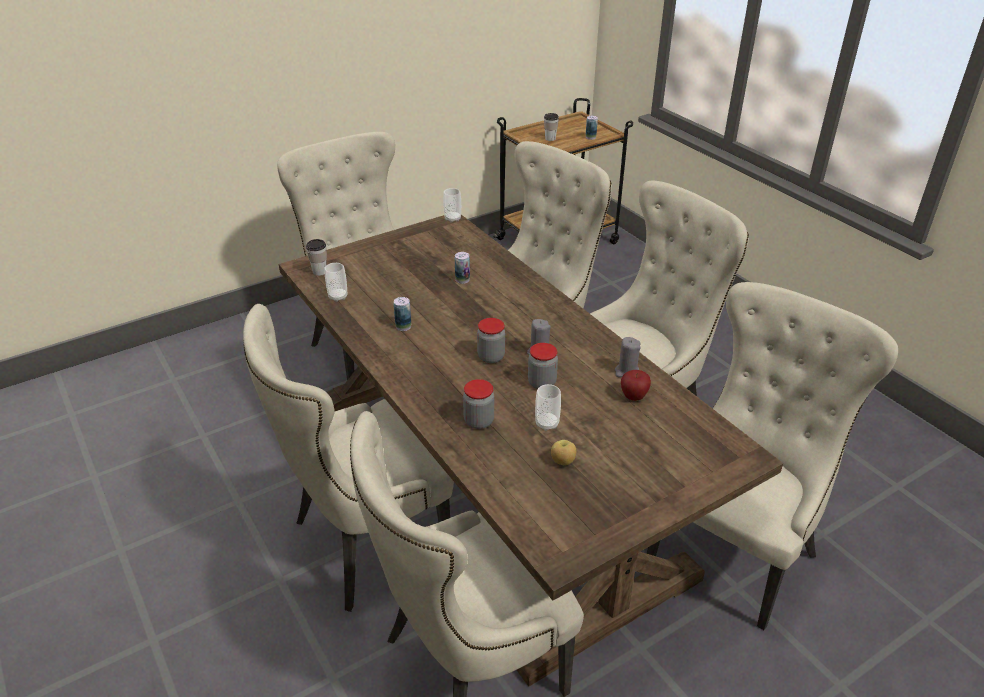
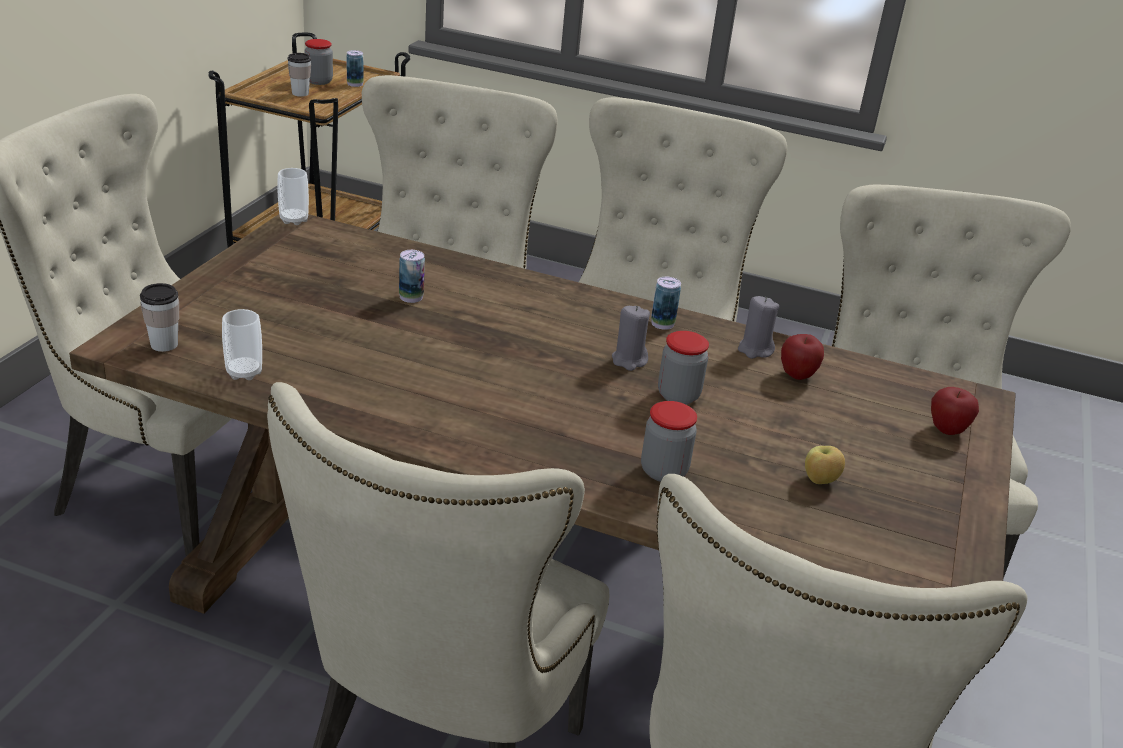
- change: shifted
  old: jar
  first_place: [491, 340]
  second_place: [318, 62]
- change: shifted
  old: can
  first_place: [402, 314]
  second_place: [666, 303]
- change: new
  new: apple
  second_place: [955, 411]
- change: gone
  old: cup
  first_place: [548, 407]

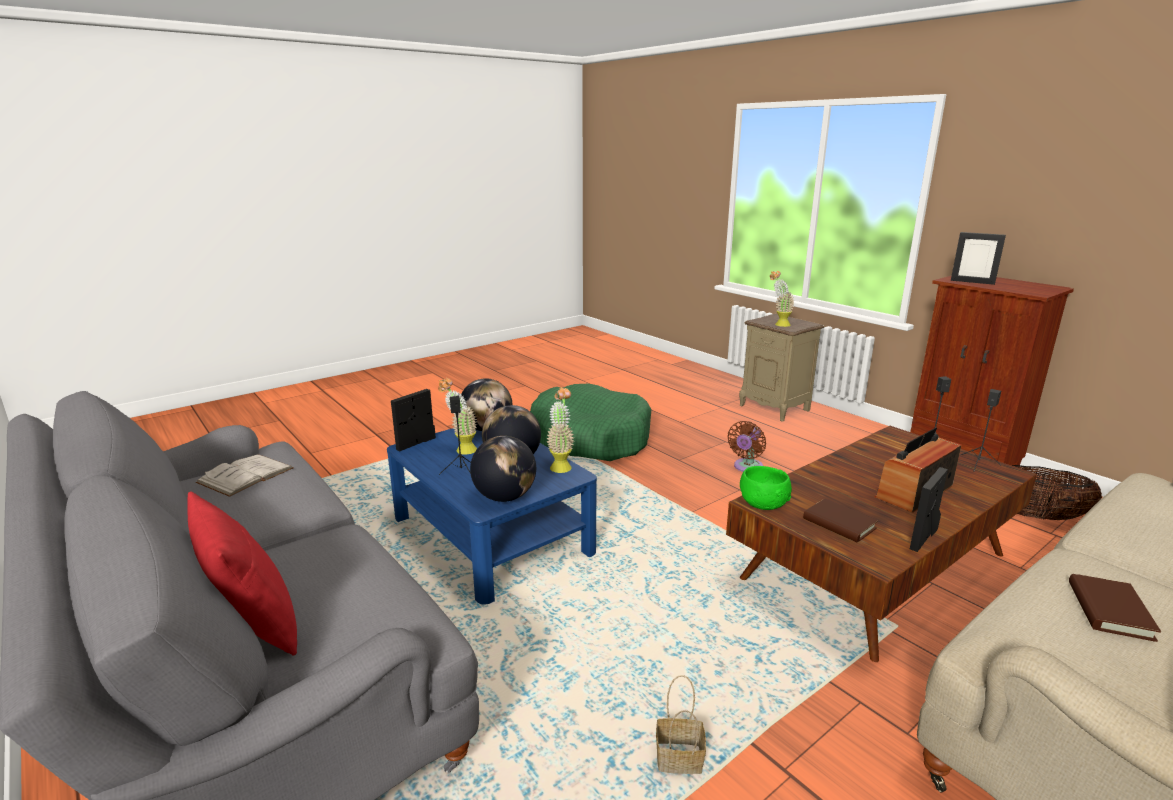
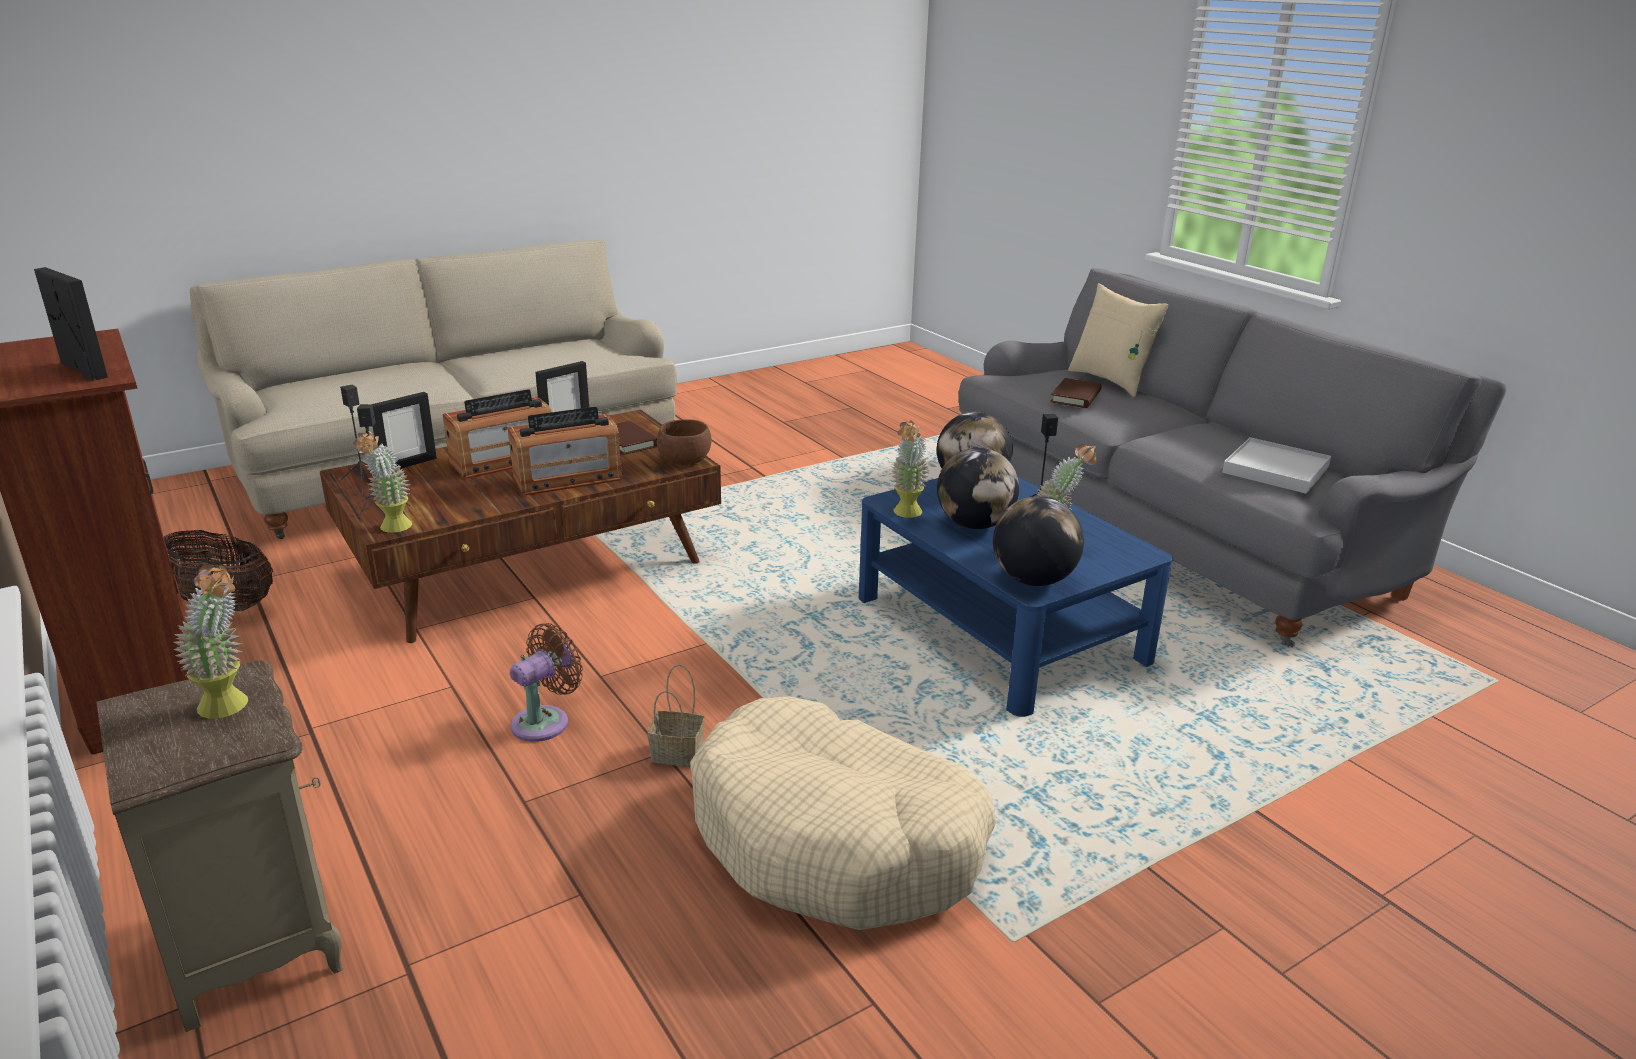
- change: new
  new: potted plant
  second_place: [382, 482]
- change: shifted
  old: picture frame
  first_place: [413, 420]
  second_place: [404, 430]
- change: new
  new: radio
  second_place: [565, 451]
- change: shifted
  old: basket
  first_place: [681, 724]
  second_place: [676, 715]
- change: repainted
  old: bowl (green)
  new: bowl (brown)
  first_place: [766, 488]
  second_place: [684, 442]
- change: repainted
  old: dog bed (green)
  new: dog bed (beige)
  first_place: [591, 422]
  second_place: [843, 813]
- change: shifted
  old: book (brown)
  first_place: [1115, 608]
  second_place: [1075, 393]
- change: repainted
  old: pillow (red)
  new: pillow (beige)
  first_place: [242, 573]
  second_place: [1118, 340]
- change: swapped
  old: book (white)
  new: tray (white)
  first_place: [245, 475]
  second_place: [1276, 465]

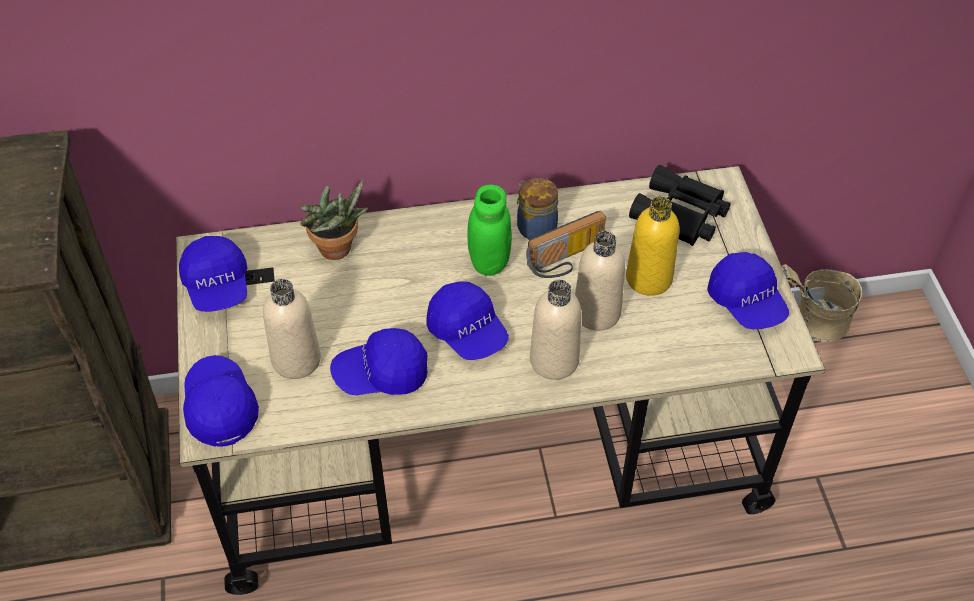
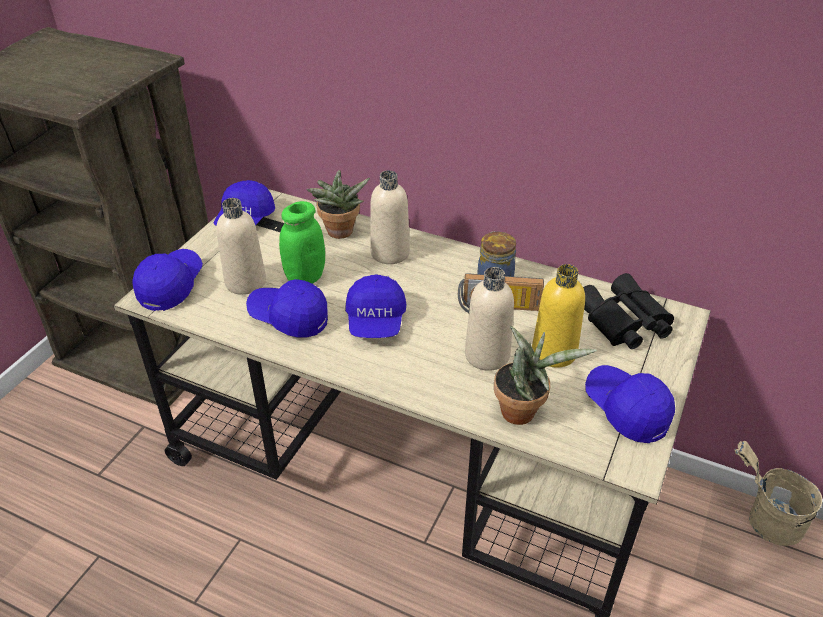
- change: shifted
  old: jar (green)
  first_place: [489, 230]
  second_place: [302, 242]
- change: shifted
  old: bottle (beige)
  first_place: [555, 330]
  second_place: [390, 217]
- change: new
  new: potted plant
  second_place: [545, 375]
- change: rotated
  old: cap (blue)
  first_place: [748, 290]
  second_place: [630, 404]
  degrees: 135

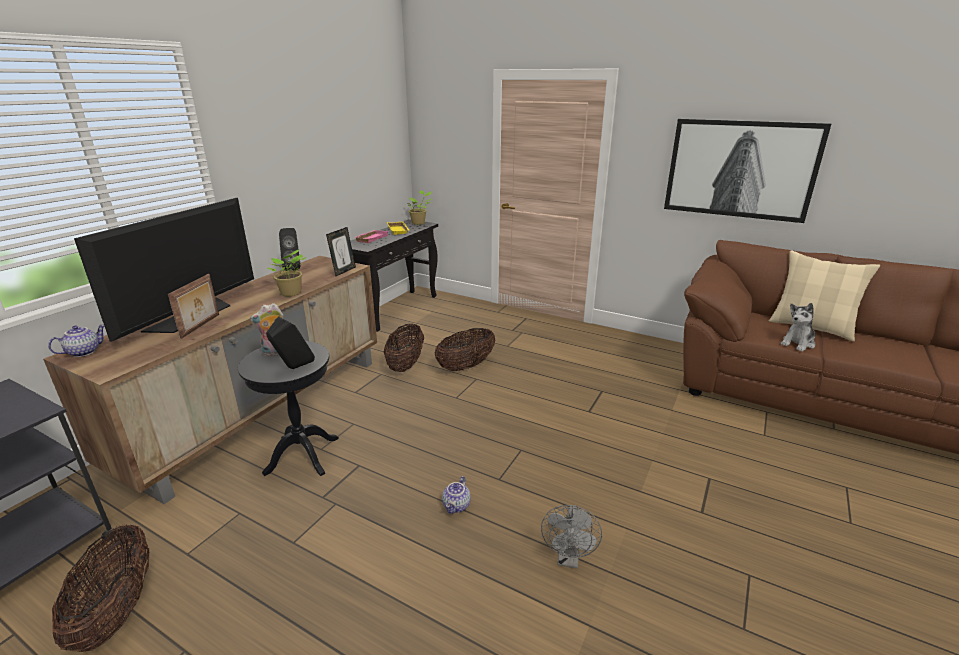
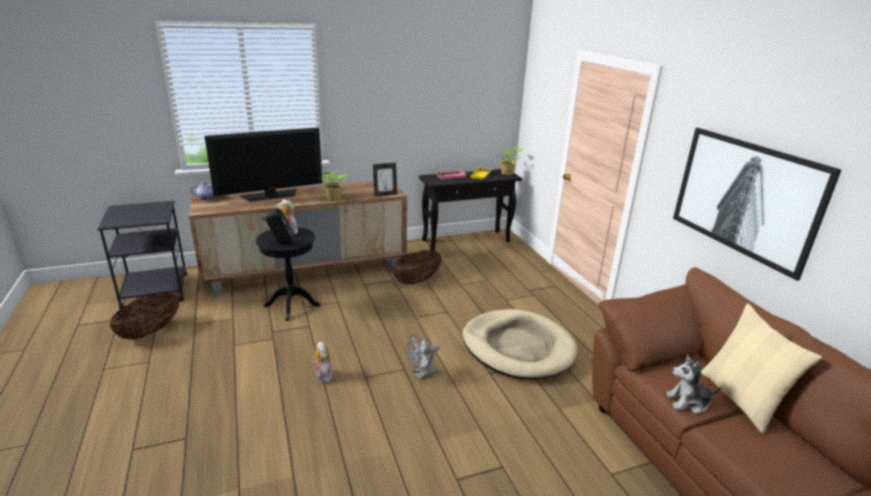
- change: swapped
  old: teapot
  new: plush toy
  first_place: [456, 495]
  second_place: [322, 362]
- change: shifted
  old: fan (grey)
  first_place: [571, 537]
  second_place: [422, 356]
- change: new
  new: dog bed (beige)
  second_place: [519, 344]
- change: gone
  old: picture frame
  first_place: [193, 306]
- change: gone
  old: speaker (black)
  first_place: [290, 249]
- change: gone
  old: basket
  first_place: [465, 349]

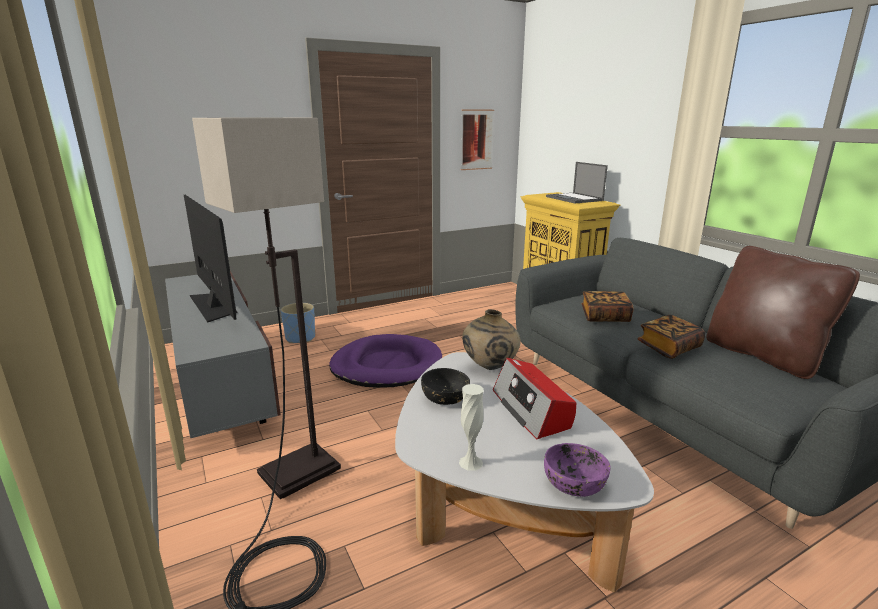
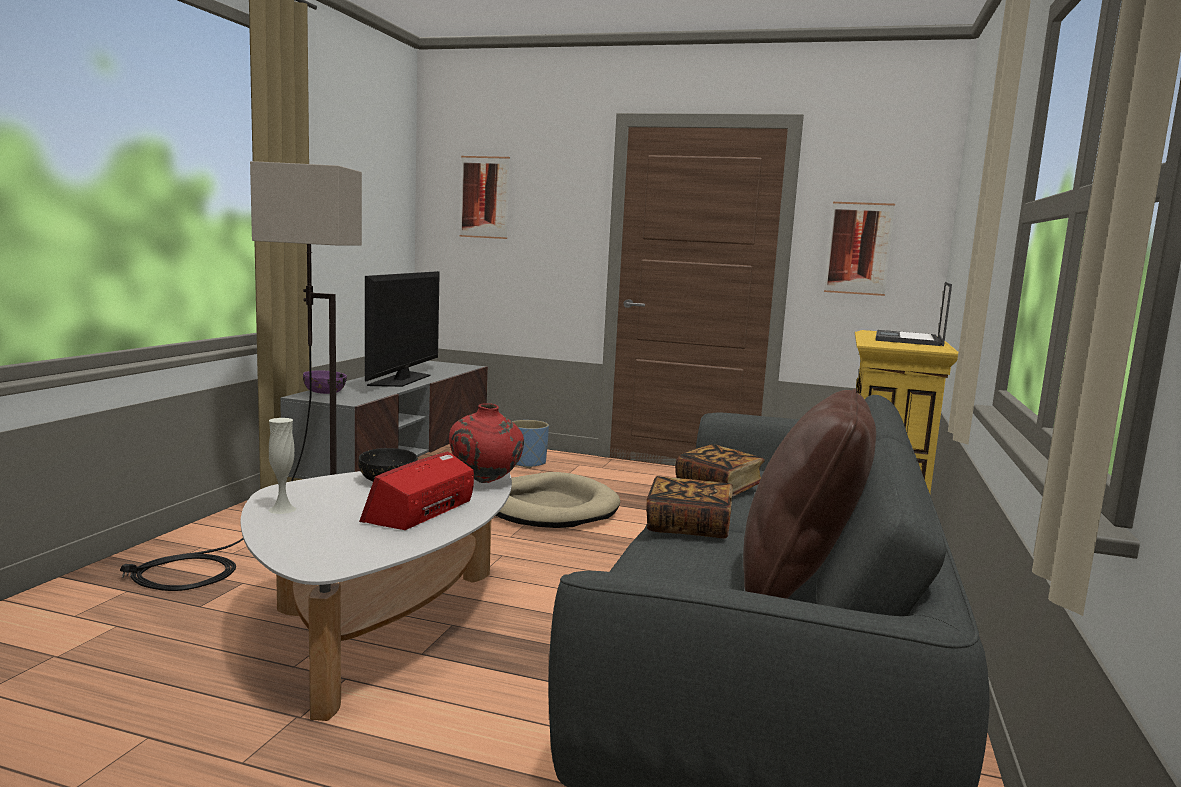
- change: shifted
  old: bowl (purple)
  first_place: [577, 470]
  second_place: [325, 382]
- change: repainted
  old: vase (beige)
  new: vase (red)
  first_place: [491, 339]
  second_place: [486, 443]
- change: new
  new: picture
  second_place: [484, 197]
- change: repainted
  old: dog bed (purple)
  new: dog bed (beige)
  first_place: [385, 361]
  second_place: [557, 500]

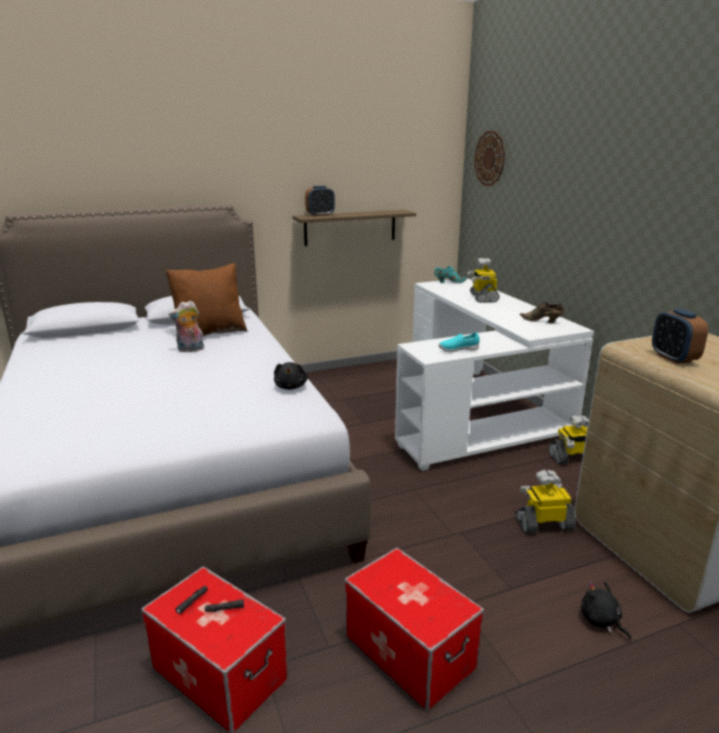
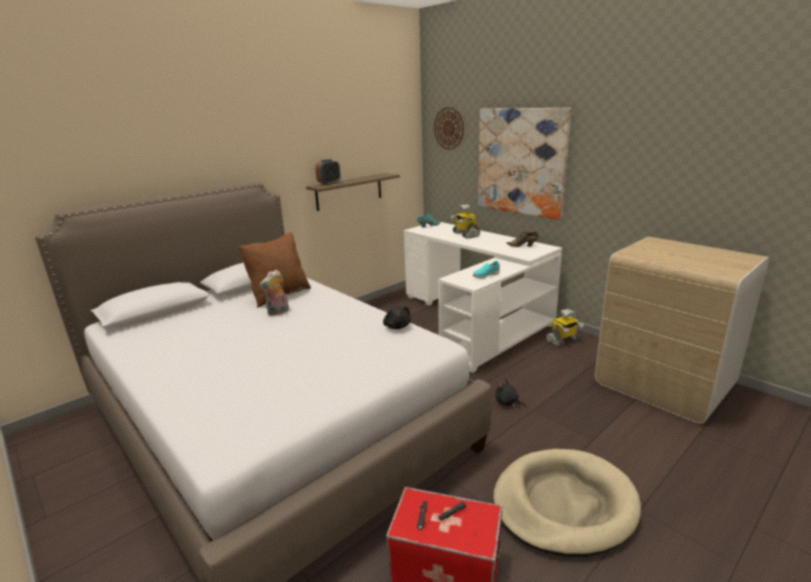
- change: new
  new: picture
  second_place: [524, 164]
- change: swapped
  old: storage box
  new: dog bed (beige)
  first_place: [414, 629]
  second_place: [567, 503]
- change: shifted
  old: plush toy (black)
  first_place: [606, 610]
  second_place: [510, 393]
- change: gone
  old: toy robot
  first_place: [546, 501]
- change: gone
  old: alarm clock
  first_place: [680, 336]

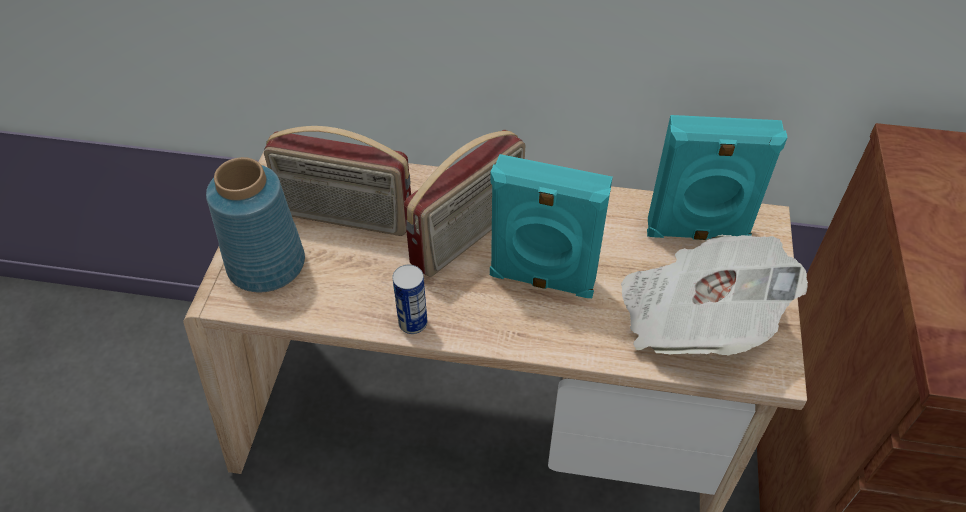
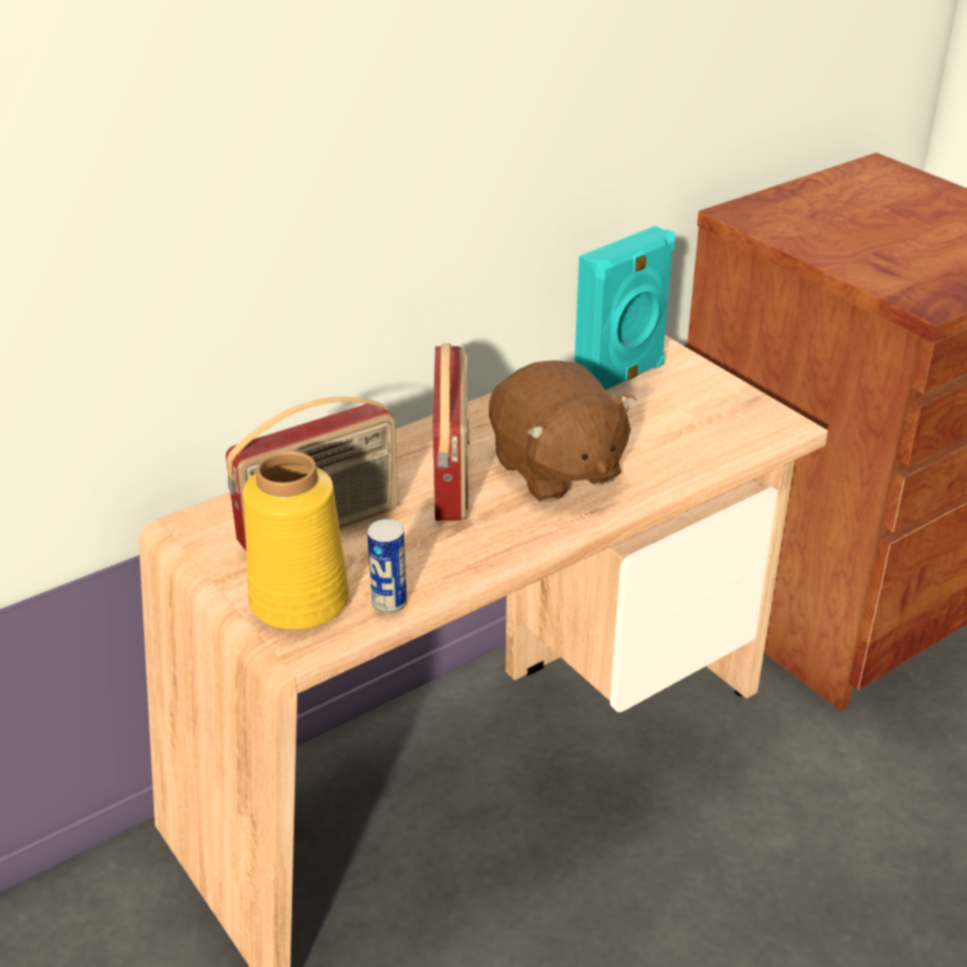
- change: repainted
  old: vase (blue)
  new: vase (yellow)
  first_place: [255, 224]
  second_place: [296, 540]
- change: shifted
  old: can
  first_place: [409, 299]
  second_place: [387, 566]
- change: swapped
  old: speaker (turquoise)
  new: plush toy (brown)
  first_place: [551, 226]
  second_place: [562, 431]
- change: gone
  old: newspaper
  first_place: [714, 295]

